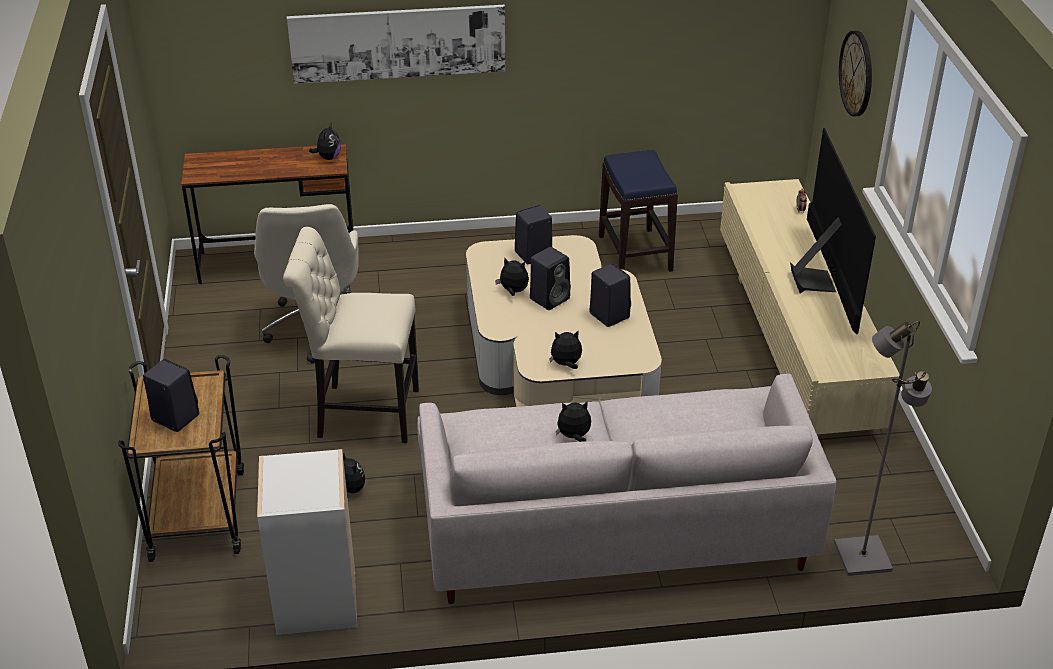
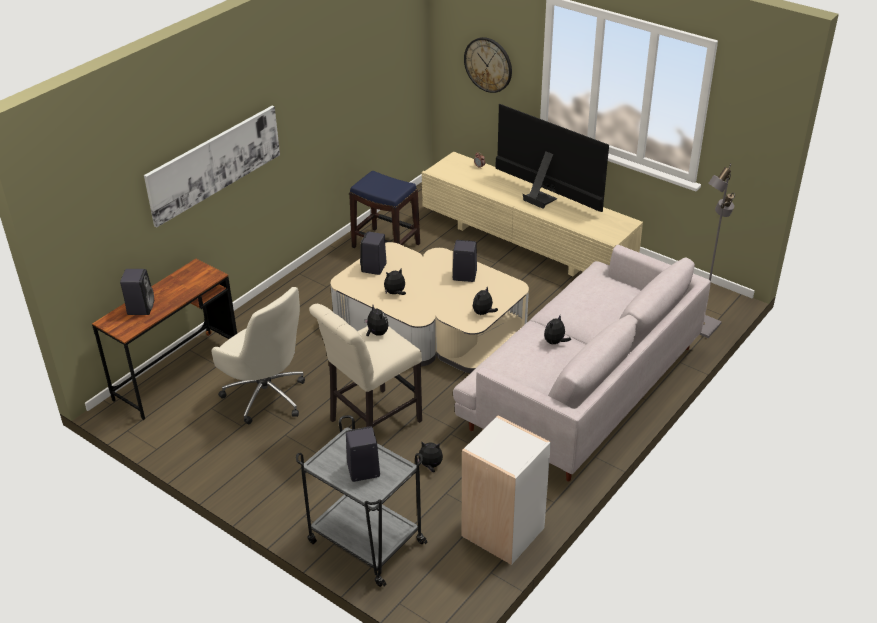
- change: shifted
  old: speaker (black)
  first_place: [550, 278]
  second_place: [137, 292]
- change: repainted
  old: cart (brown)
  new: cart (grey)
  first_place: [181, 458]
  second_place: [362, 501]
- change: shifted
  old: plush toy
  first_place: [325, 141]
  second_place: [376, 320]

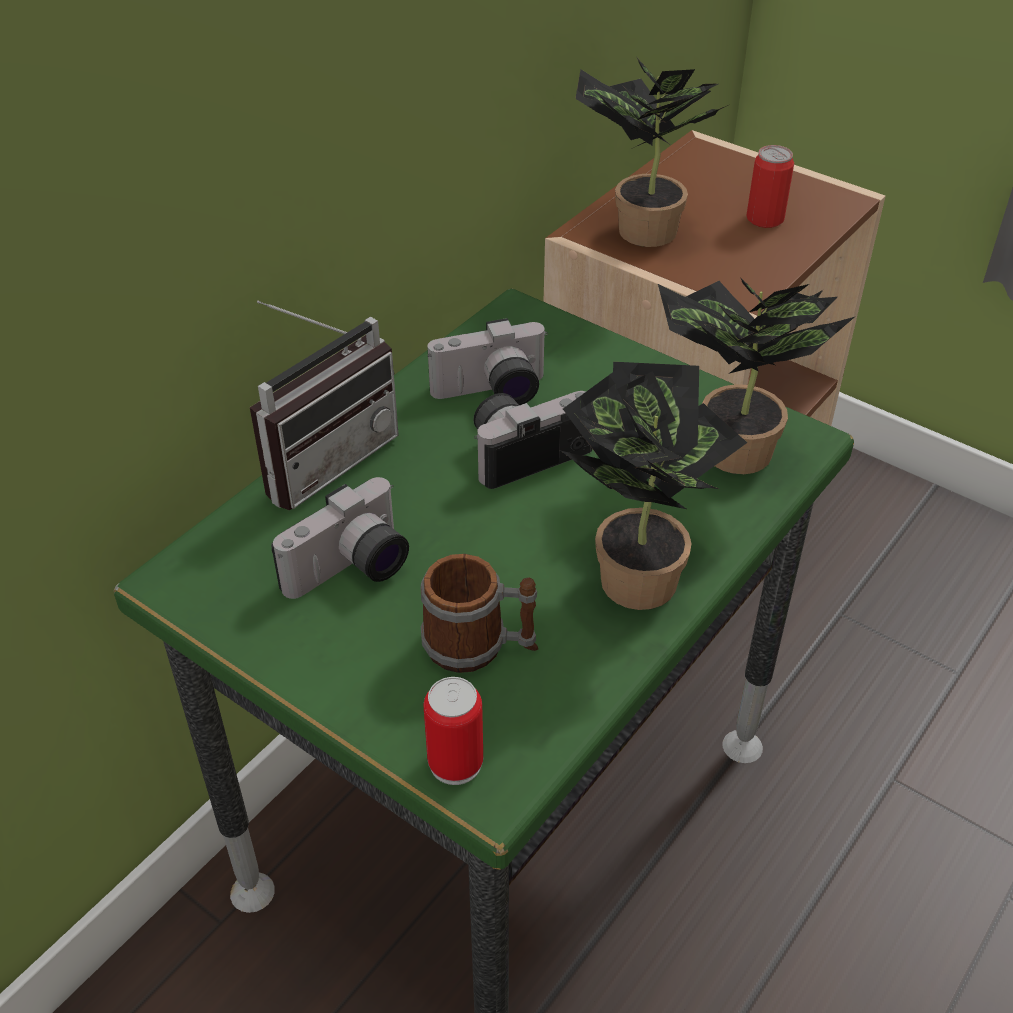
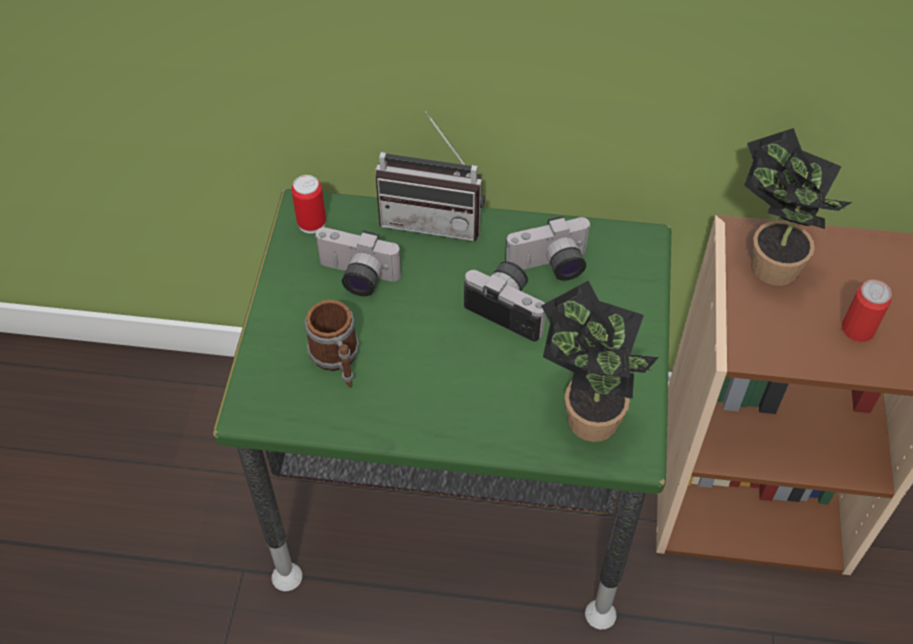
- change: shifted
  old: can
  first_place: [453, 731]
  second_place: [308, 204]
- change: rotated
  old: photo camera
  first_place: [487, 361]
  second_place: [548, 248]
  degrees: -60
- change: gone
  old: potted plant
  first_place: [654, 486]

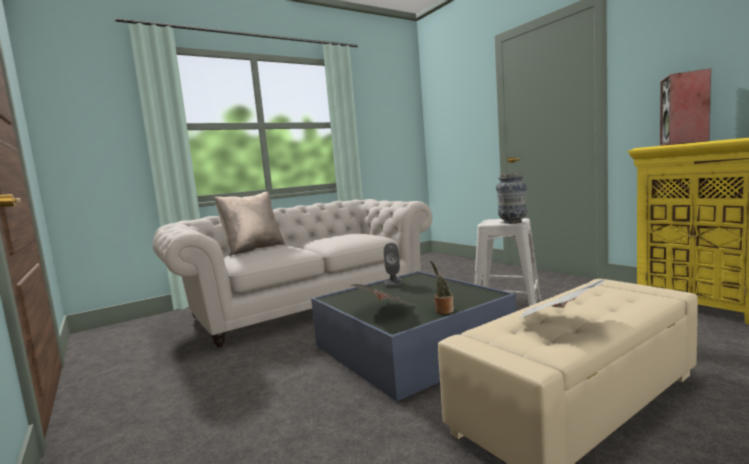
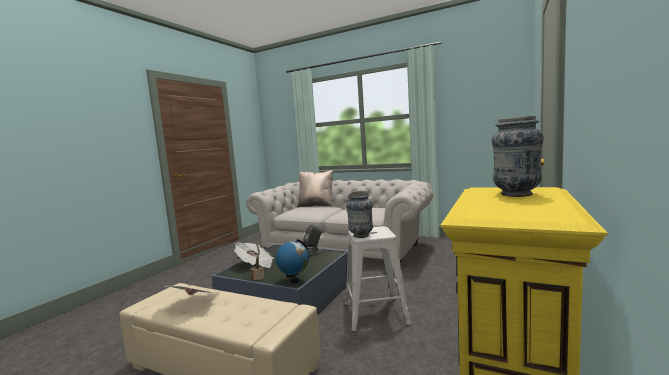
- change: new
  new: globe
  second_place: [292, 261]
- change: swapped
  old: speaker
  new: vase
  first_place: [685, 107]
  second_place: [518, 156]

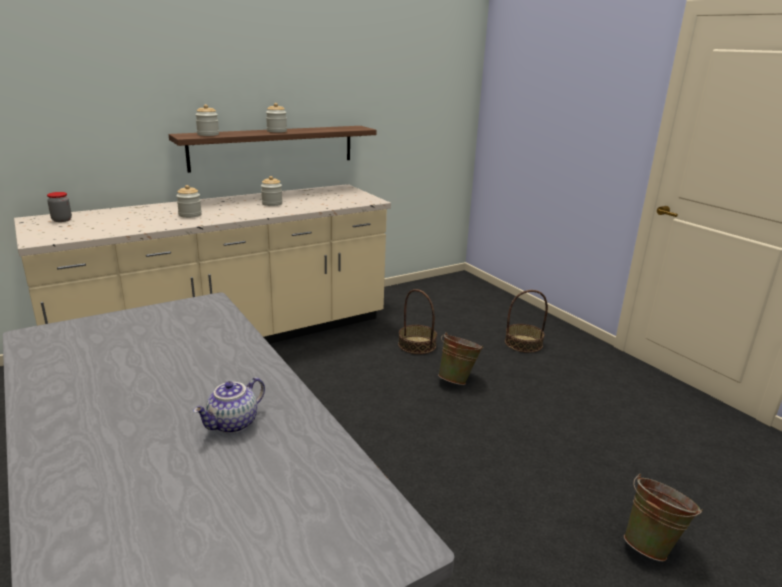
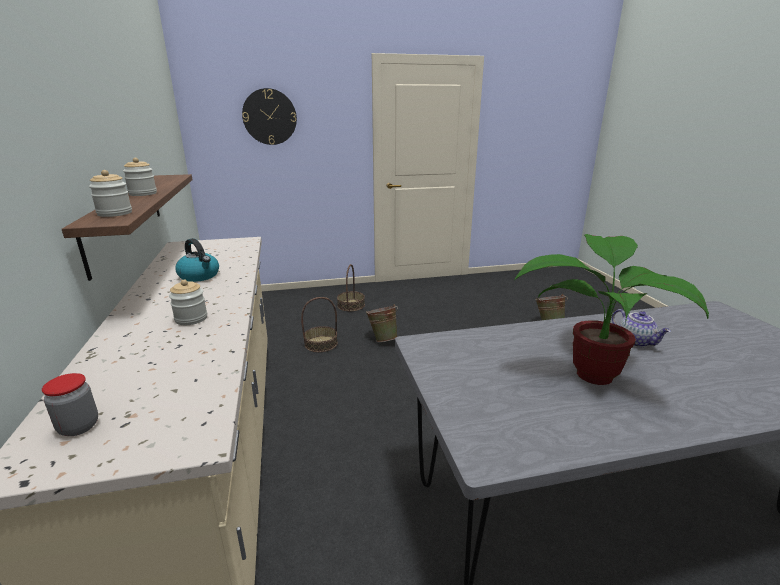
- change: swapped
  old: jar
  new: kettle
  first_place: [272, 191]
  second_place: [197, 260]
- change: new
  new: wall clock
  second_place: [269, 116]
- change: new
  new: potted plant
  second_place: [611, 309]

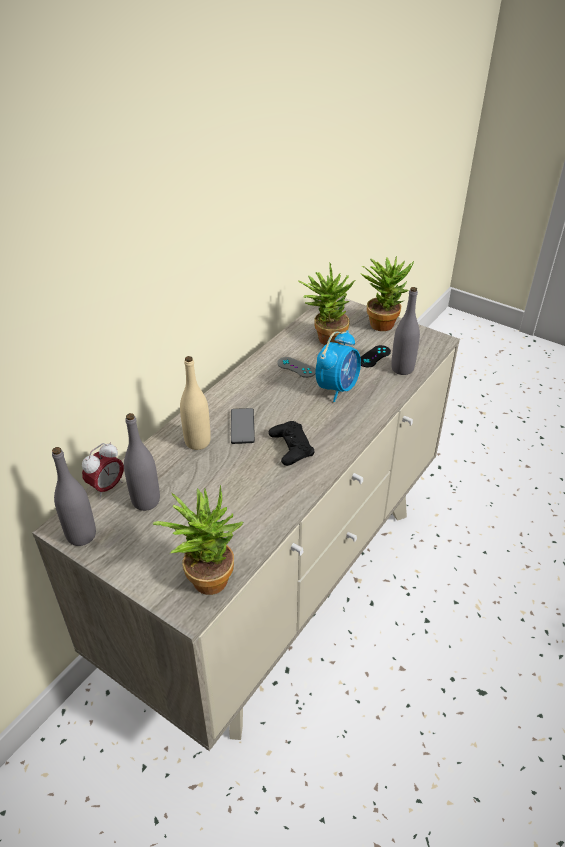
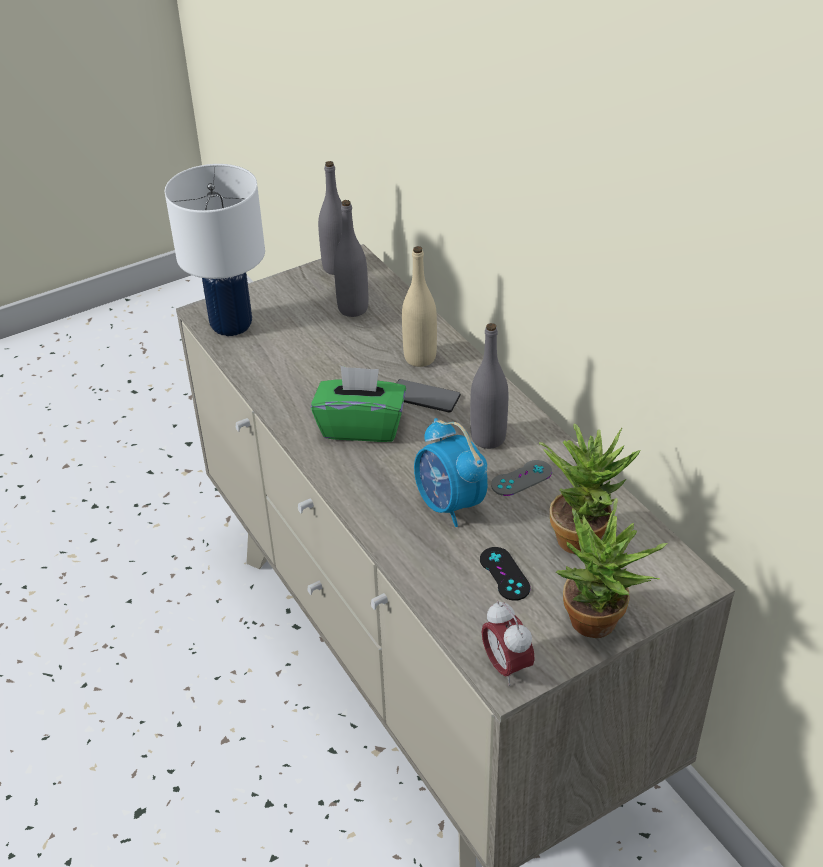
- change: swapped
  old: potted plant
  new: table lamp (white)
  first_place: [198, 540]
  second_place: [215, 250]
- change: swapped
  old: game controller (black)
  new: tissue box (green)
  first_place: [291, 443]
  second_place: [358, 404]
- change: shifted
  old: bottle (grey)
  first_place: [405, 331]
  second_place: [489, 386]
- change: shifted
  old: alarm clock
  first_place: [103, 470]
  second_place: [508, 643]

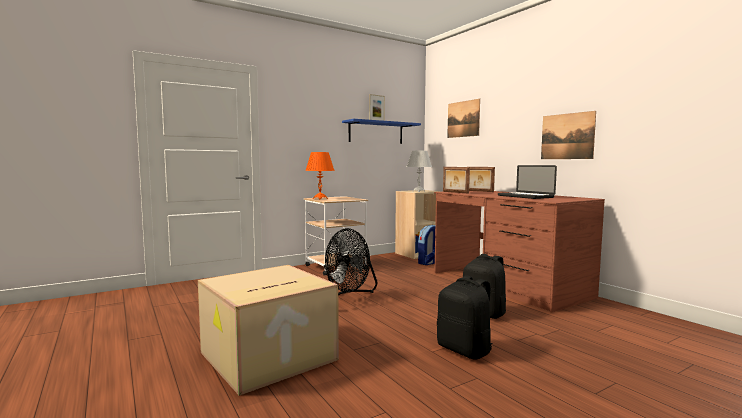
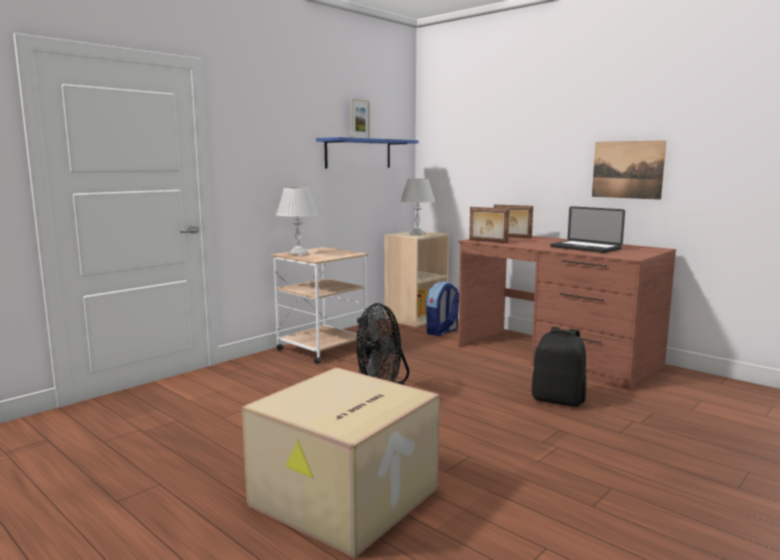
- change: repainted
  old: table lamp (orange)
  new: table lamp (white)
  first_place: [320, 175]
  second_place: [297, 221]
- change: gone
  old: backpack (black)
  first_place: [464, 317]
- change: gone
  old: picture
  first_place: [463, 118]

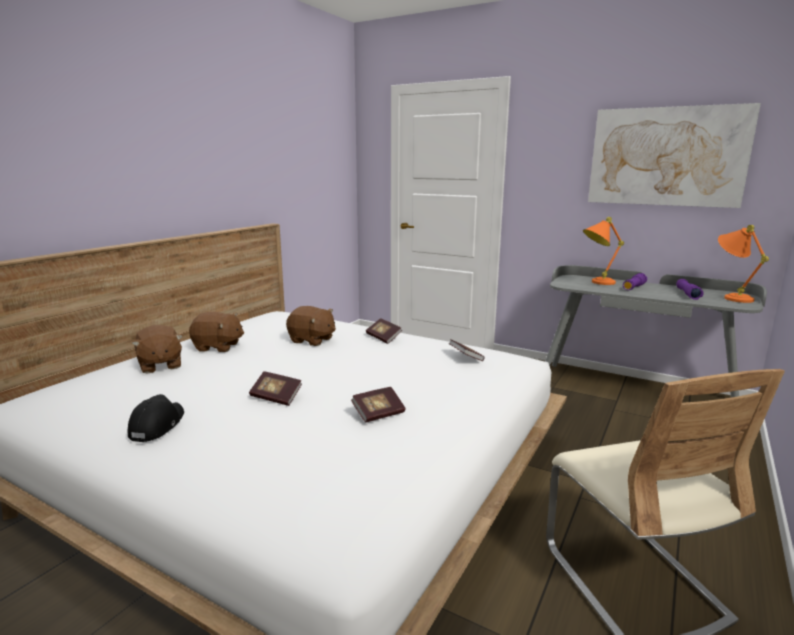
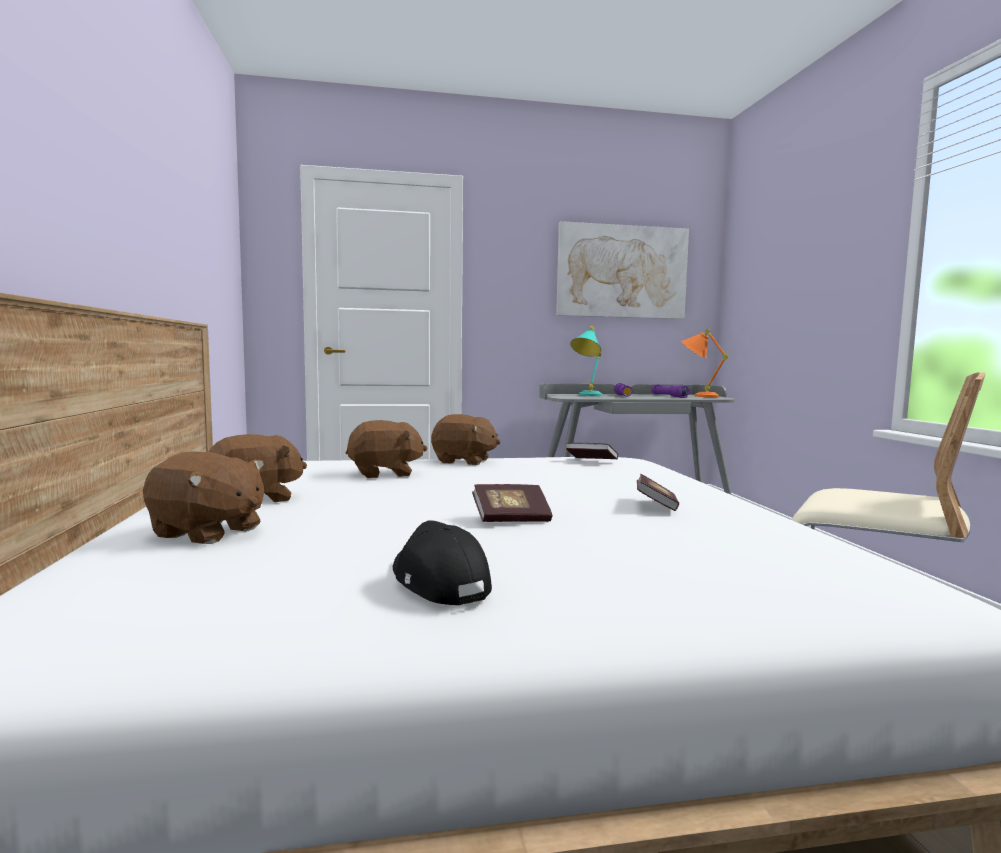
- change: swapped
  old: book
  new: plush toy (brown)
  first_place: [384, 331]
  second_place: [466, 439]
- change: repainted
  old: table lamp (orange)
  new: table lamp (turquoise)
  first_place: [603, 251]
  second_place: [586, 361]

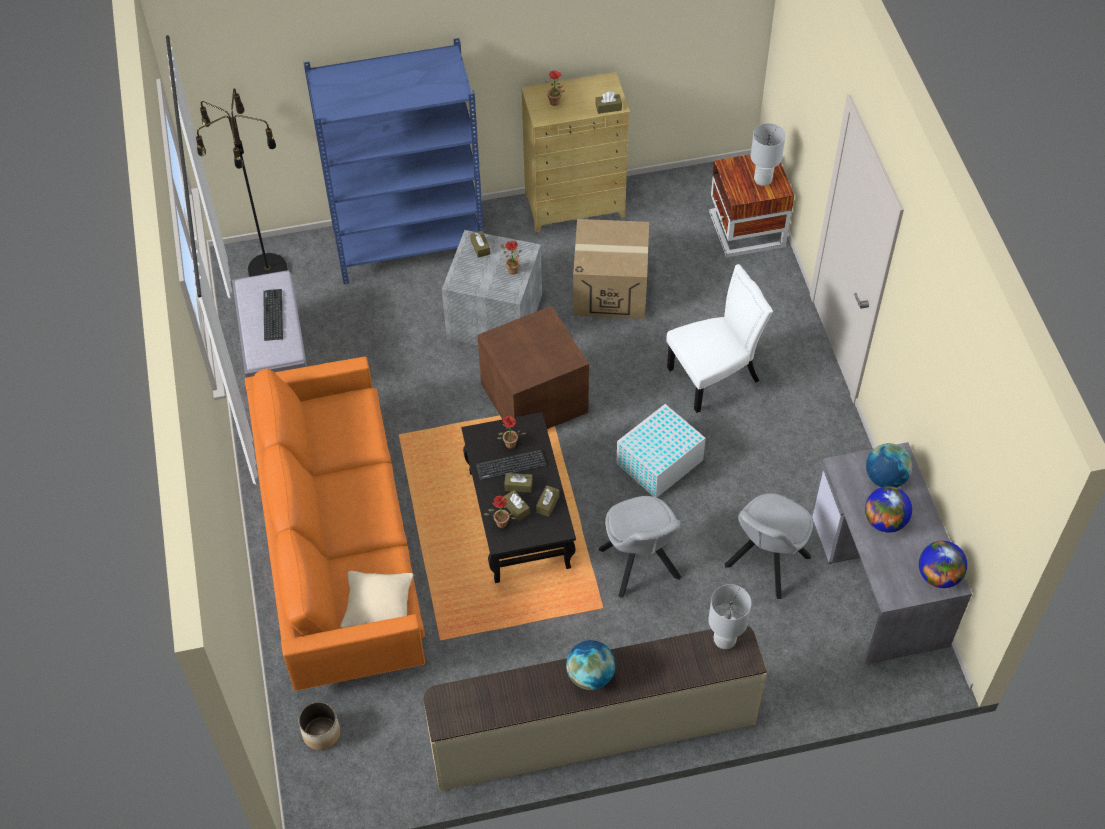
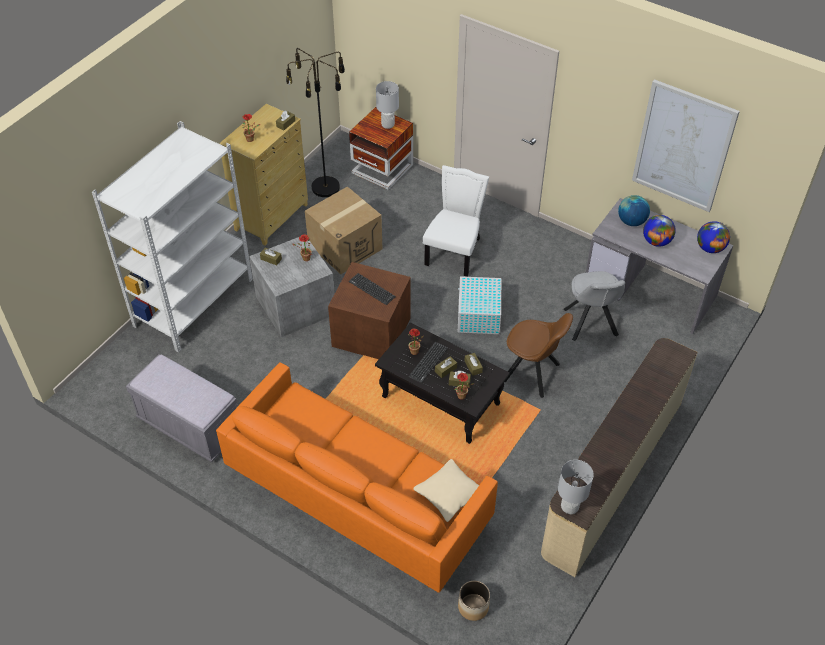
- change: repainted
  old: bookcase (blue)
  new: bookcase (white)
  first_place: [393, 161]
  second_place: [172, 236]
- change: shifted
  old: floor lamp
  first_place: [242, 182]
  second_place: [315, 122]
- change: shifted
  old: keyboard
  first_place: [273, 315]
  second_place: [372, 289]
- change: repainted
  old: chair (grey)
  new: chair (brown)
  first_place: [639, 547]
  second_place: [538, 355]
- change: shifted
  old: table lamp (grey)
  first_place: [729, 616]
  second_place: [576, 487]
- change: new
  new: picture
  second_place: [686, 145]
- change: gone
  old: globe
  first_place: [591, 665]

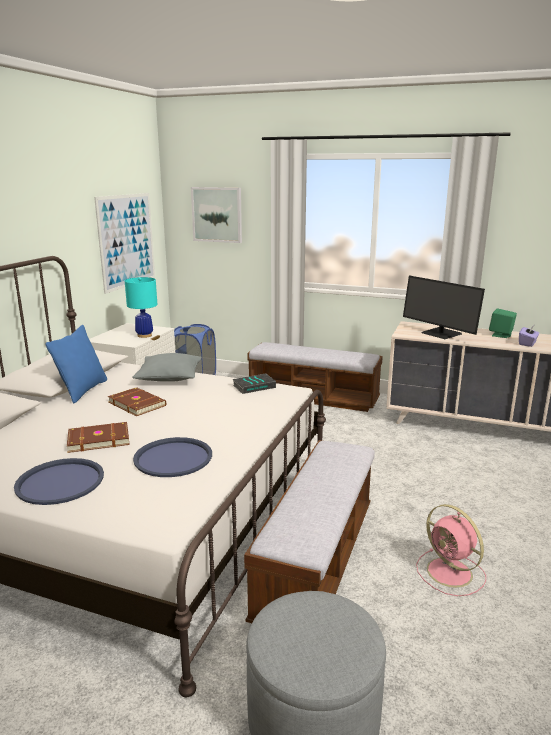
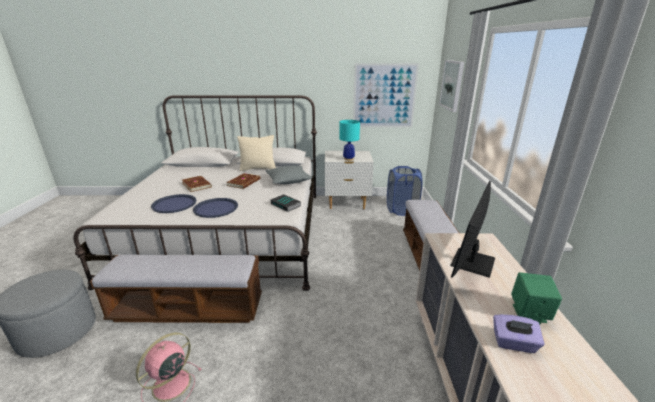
- change: shifted
  old: tray (blue)
  first_place: [59, 481]
  second_place: [215, 208]
- change: repainted
  old: pillow (blue)
  new: pillow (beige)
  first_place: [76, 364]
  second_place: [256, 153]

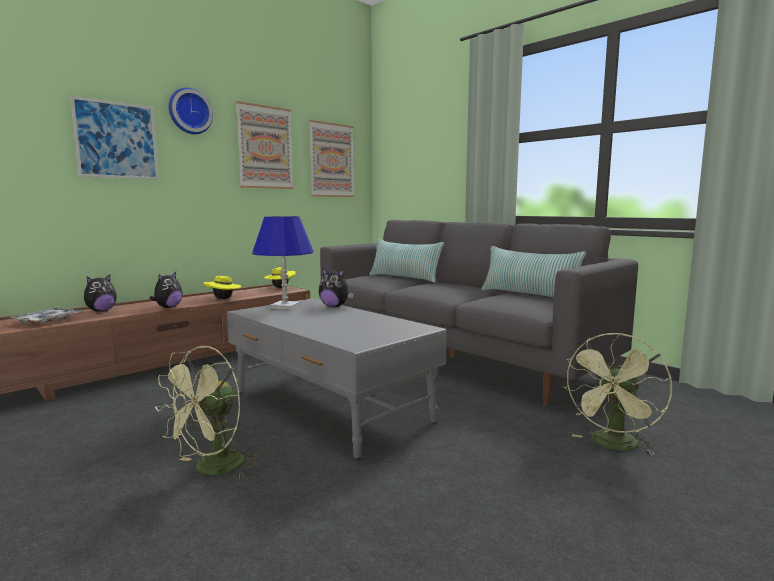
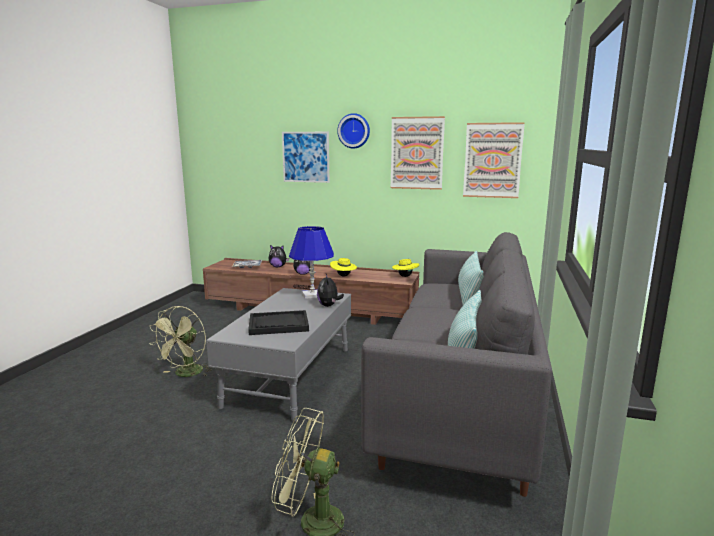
- change: rotated
  old: fan (green)
  first_place: [207, 412]
  second_place: [180, 341]
  degrees: -75
- change: new
  new: tray (black)
  second_place: [278, 322]

